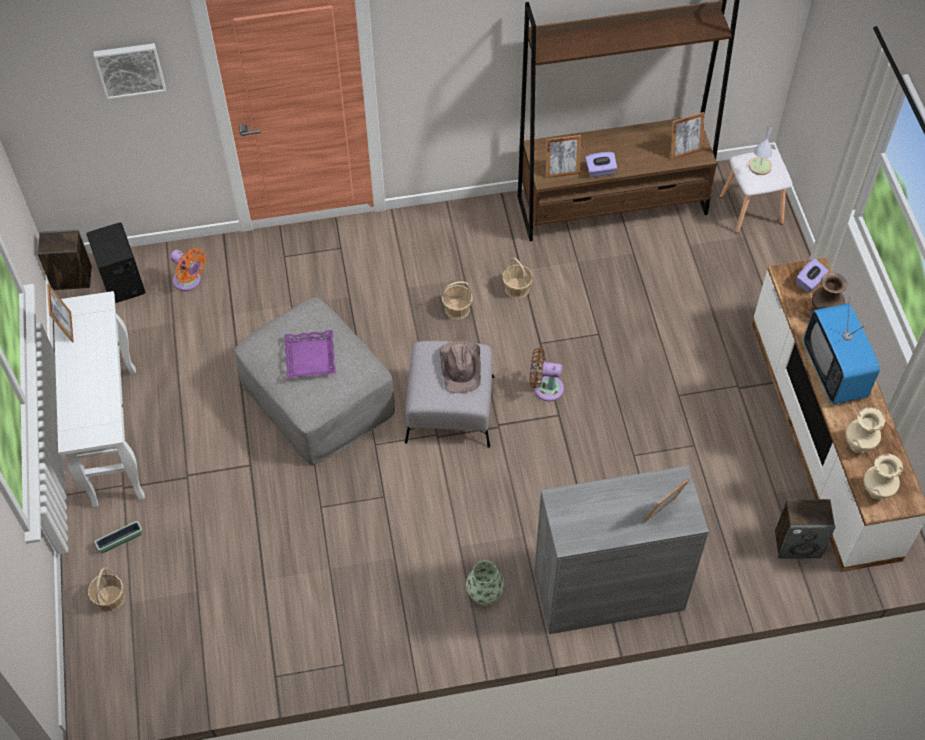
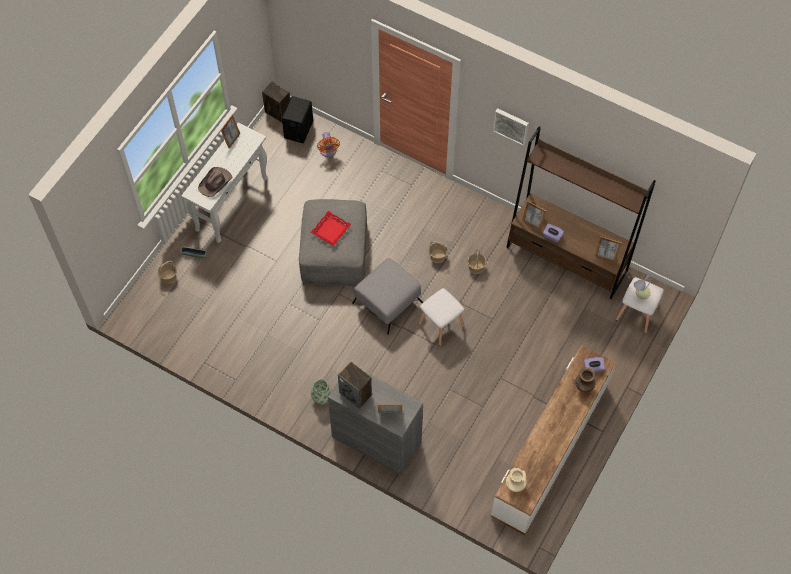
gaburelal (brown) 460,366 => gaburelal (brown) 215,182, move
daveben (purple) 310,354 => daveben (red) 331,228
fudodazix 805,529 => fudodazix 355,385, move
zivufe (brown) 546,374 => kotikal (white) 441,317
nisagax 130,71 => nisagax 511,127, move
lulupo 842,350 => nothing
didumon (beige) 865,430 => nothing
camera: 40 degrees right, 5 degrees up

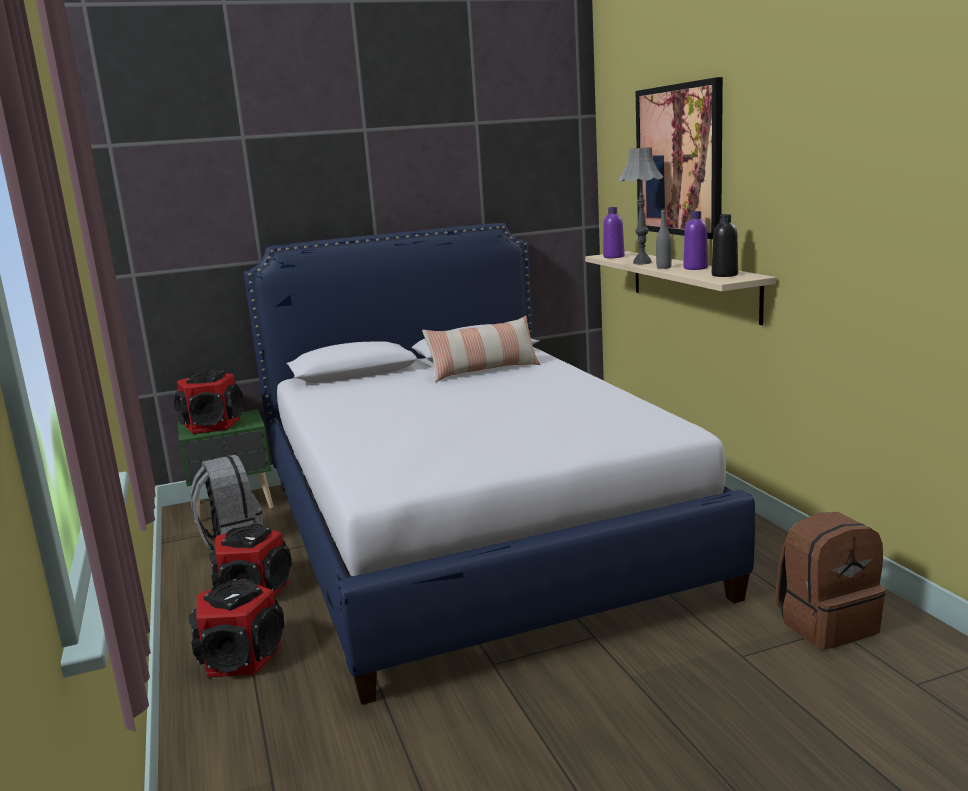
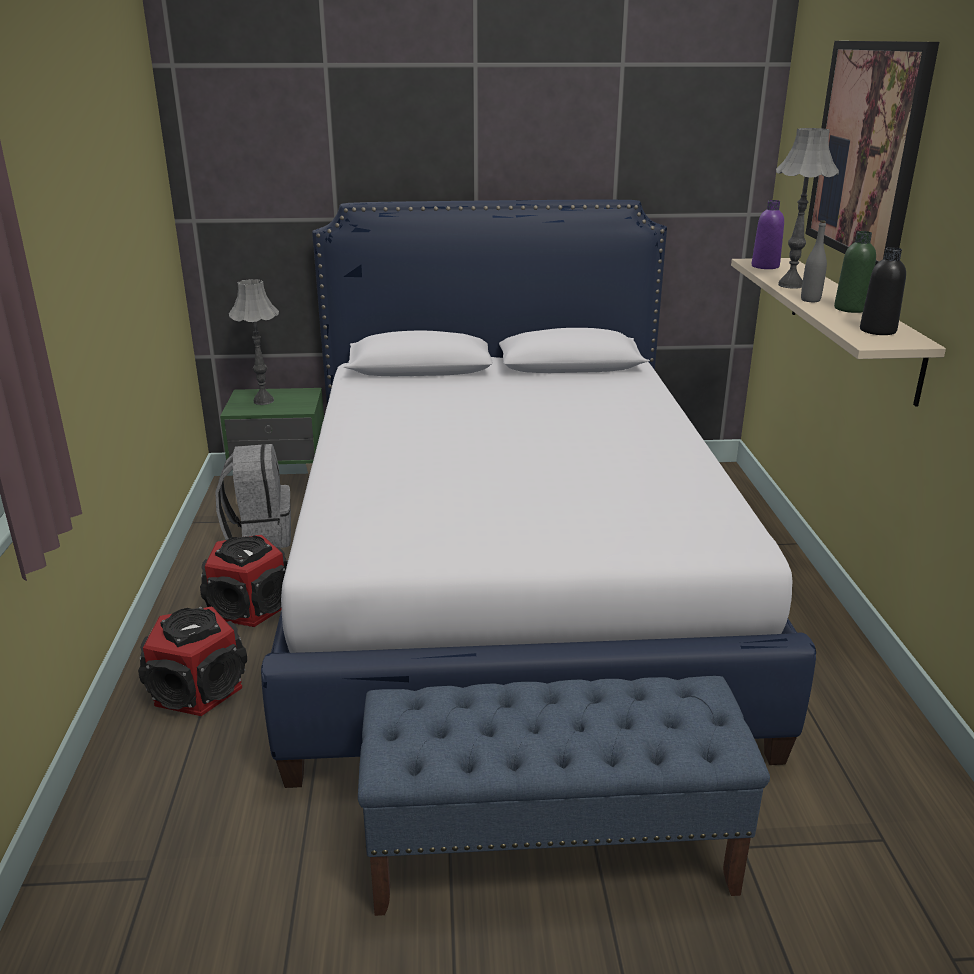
fudodazix 208,401 => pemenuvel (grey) 254,342
nothing => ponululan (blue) 564,796
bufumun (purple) 695,240 => bufumun (green) 855,272
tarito 481,349 => nothing
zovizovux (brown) 830,581 => nothing
camera: 15 degrees right, 10 degrees up

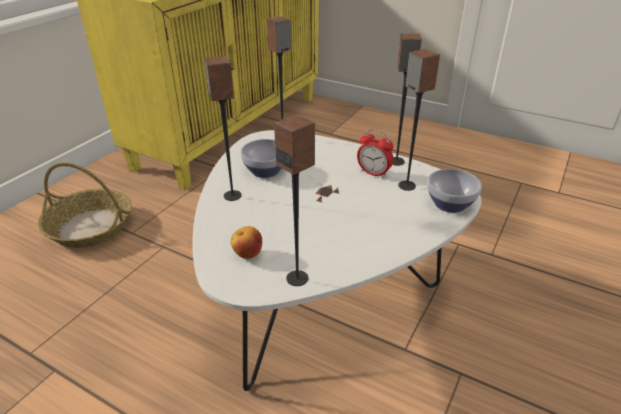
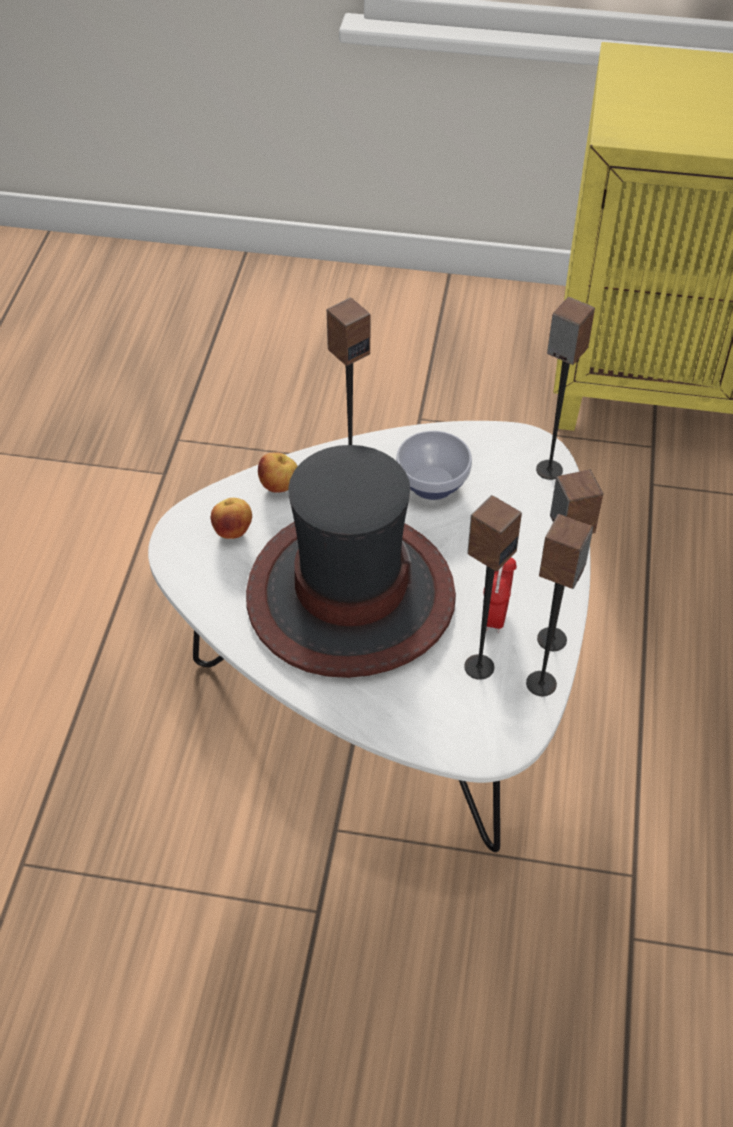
nothing => gaburelal 351,561
nothing => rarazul 278,473
fudodazix 294,200 => fudodazix 559,605, move
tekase 85,205 => nothing
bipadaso 454,191 => nothing
camera: 70 degrees right, 15 degrees up

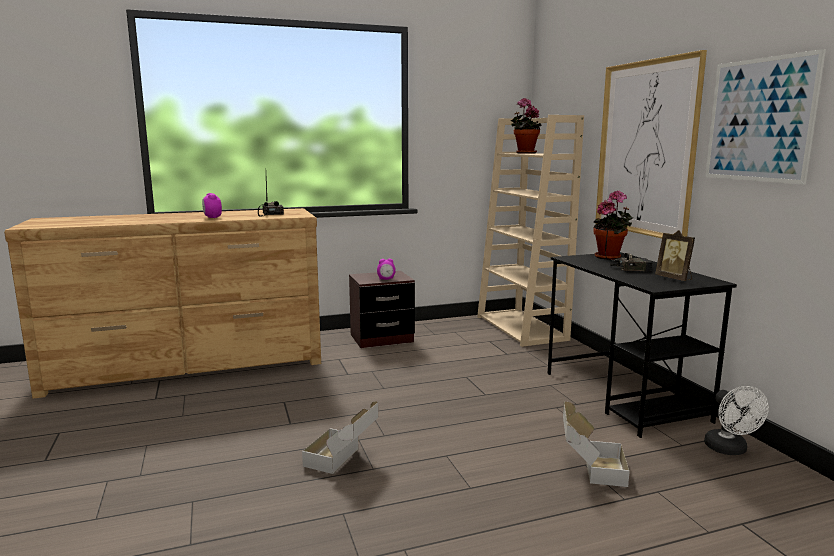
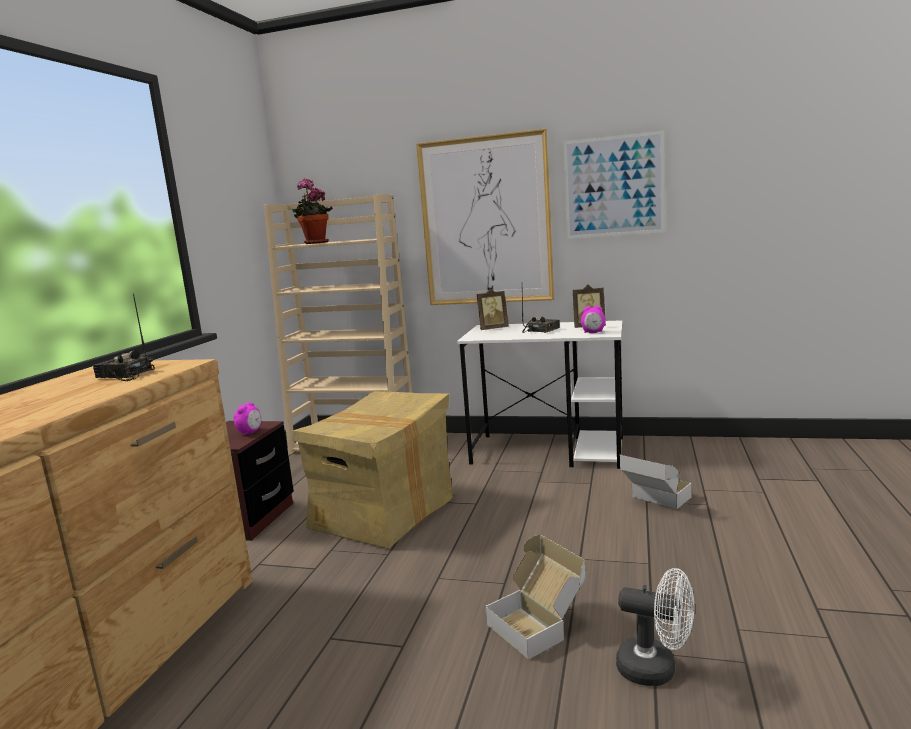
nothing => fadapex 373,470
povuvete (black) 642,345 => povuvete (white) 540,394
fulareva 613,225 => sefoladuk 493,309
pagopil 212,205 => pagopil 593,319, move
zivufe (white) 736,420 => zivufe (white) 655,627, move
camera: 55 degrees left, 0 degrees up

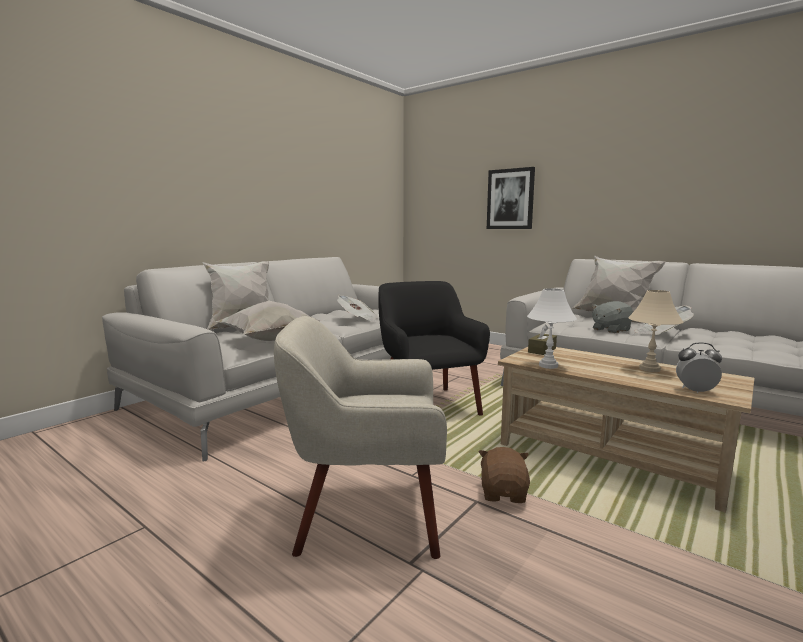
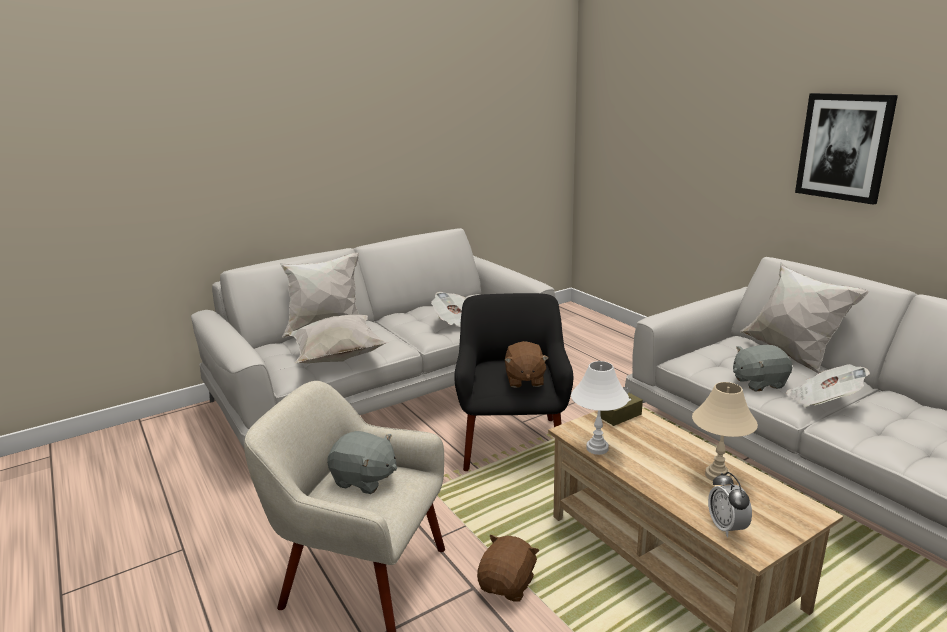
nothing => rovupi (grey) 362,462
nothing => rovupi (brown) 527,364
pagopil 699,367 => pagopil 730,504, 135 degrees counterclockwise
nisagax 511,198 => nisagax 846,149, move
camera: 20 degrees right, 10 degrees up

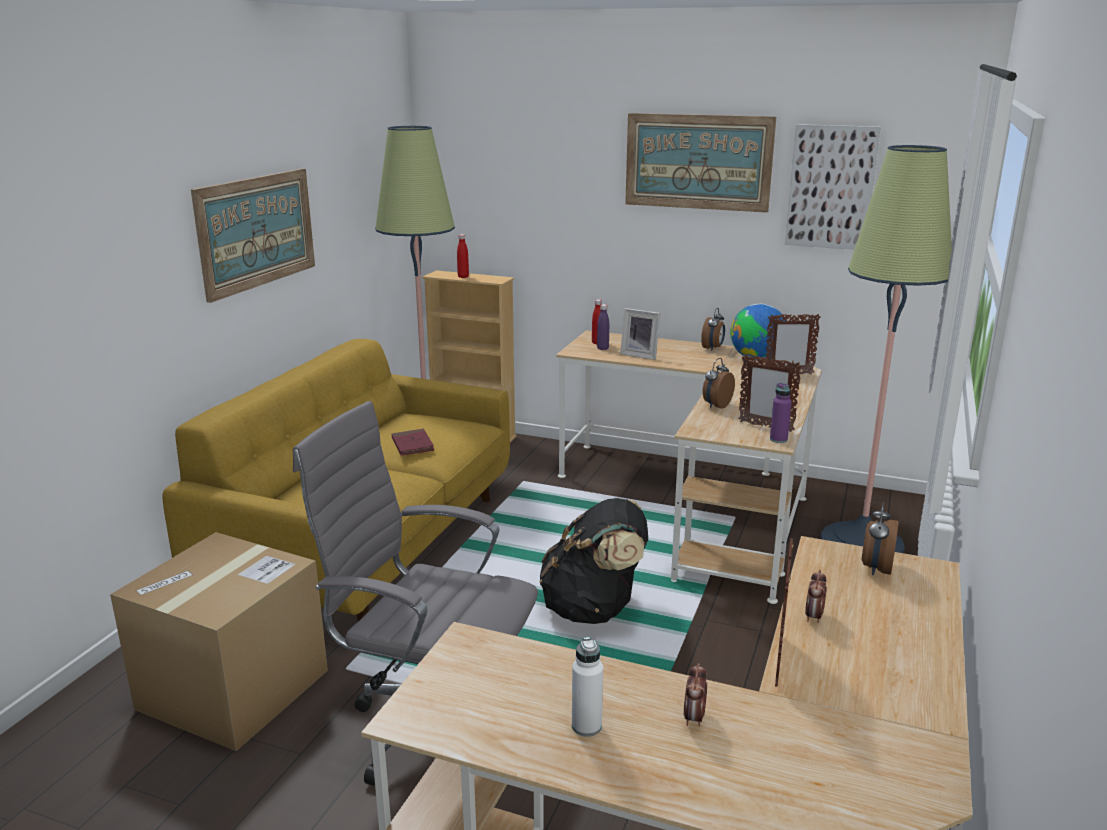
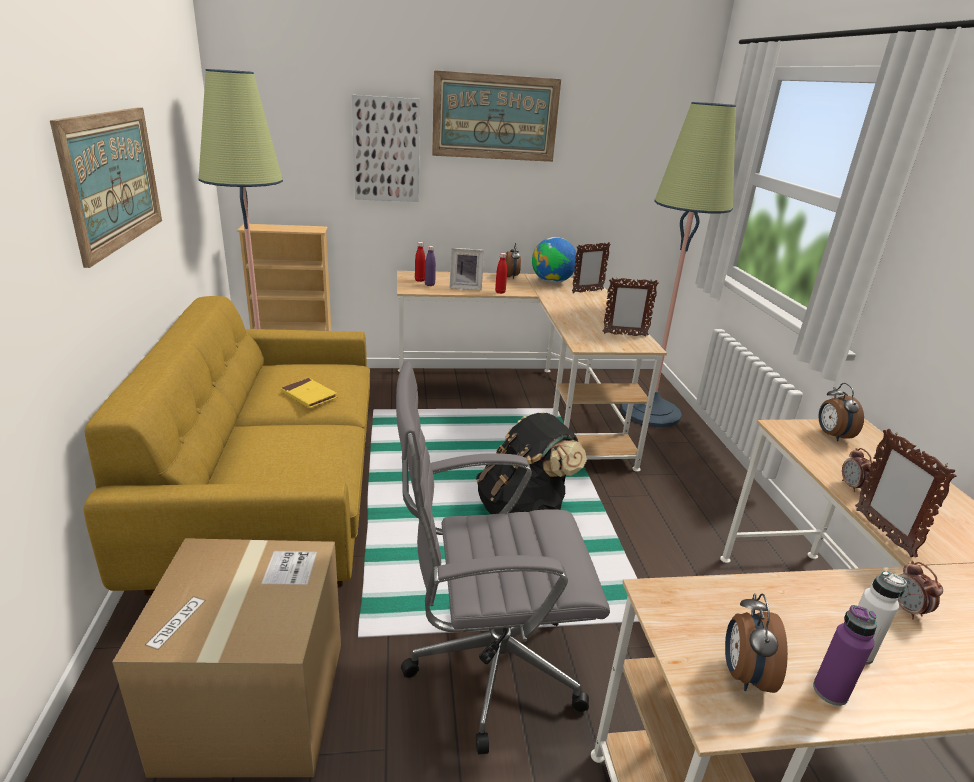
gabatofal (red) 413,442 => gabatofal (yellow) 309,393
nisagax 832,187 => nisagax 386,148, move
bufumun (red) 463,256 => bufumun (red) 501,273, move
pagopil 719,383 => pagopil 756,643, move
bufumun (purple) 781,413 => bufumun (purple) 845,655, move
camera: 30 degrees left, 5 degrees up

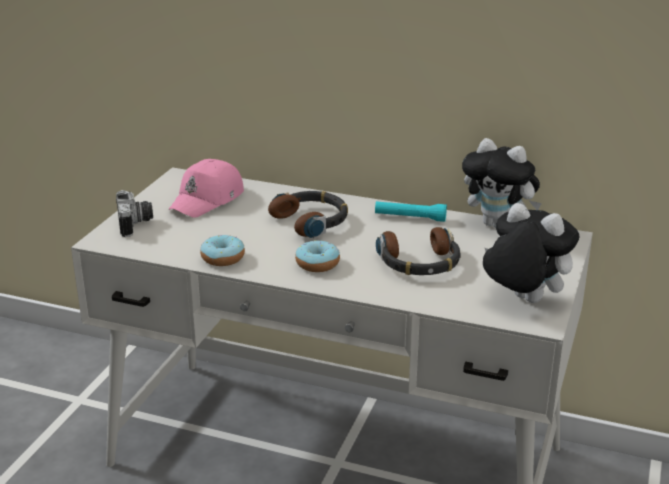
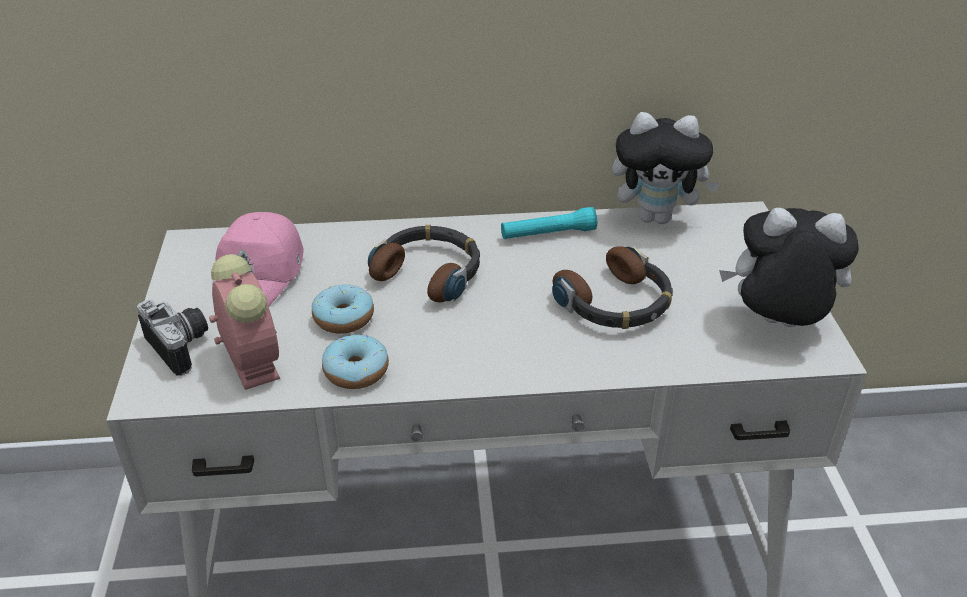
nothing => pagopil 244,322
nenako 317,256 => nenako 343,309, move
camera: 25 degrees left, 10 degrees up

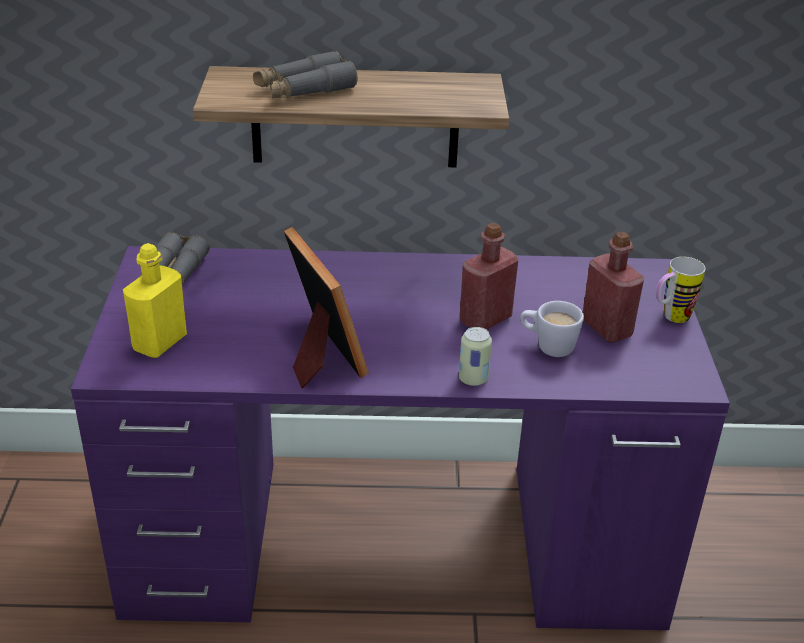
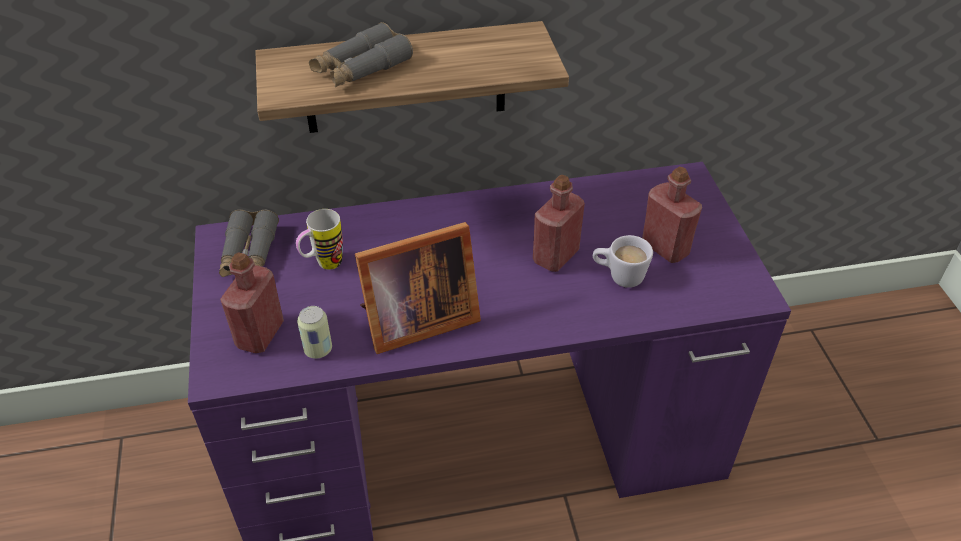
bufumun (yellow) 155,300 => bufumun (red) 252,302
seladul 680,290 => seladul 319,239, move
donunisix 475,356 => donunisix 314,332, move
sefoladuk 326,307 => sefoladuk 418,288, 105 degrees clockwise
camera: 10 degrees left, 10 degrees up

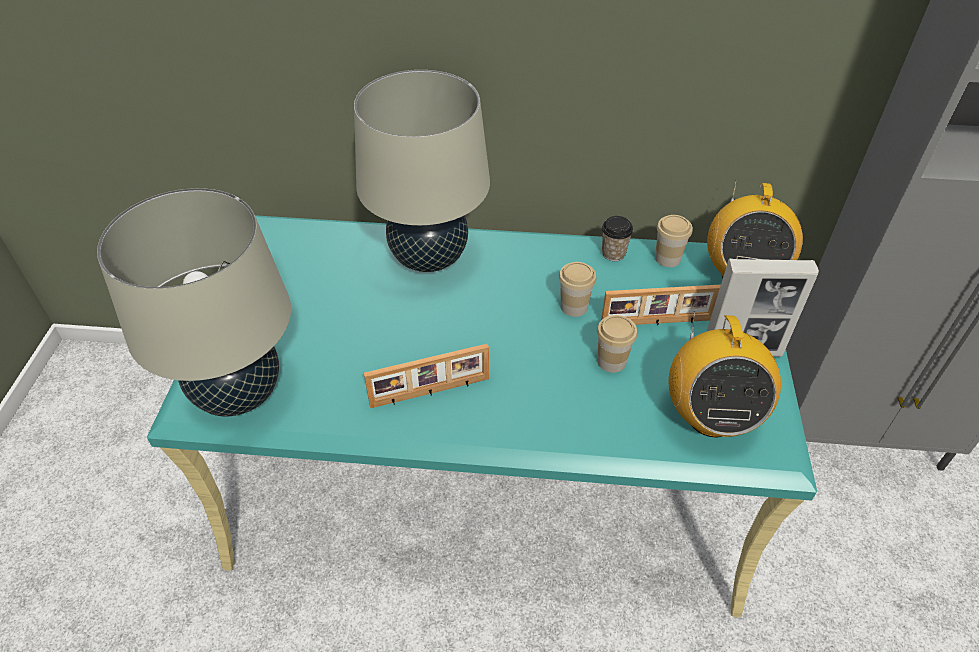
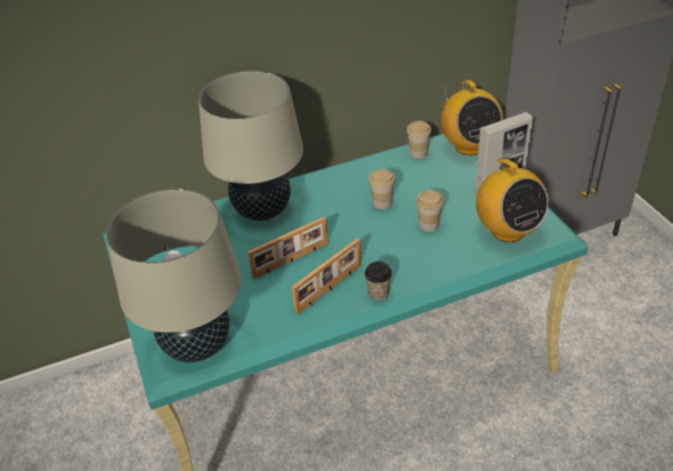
sefoladuk 661,305 => sefoladuk 287,248, move
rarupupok 617,238 => rarupupok 378,280, move
camera: 25 degrees left, 5 degrees down

